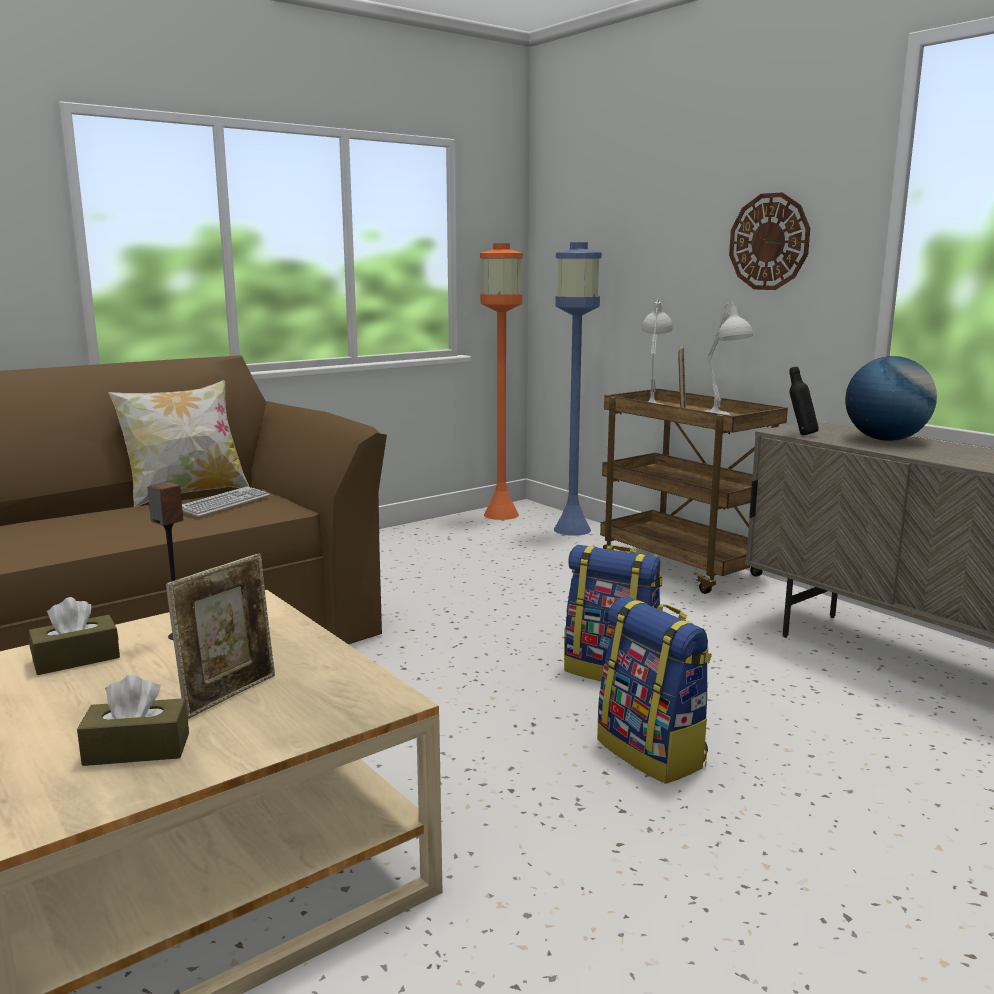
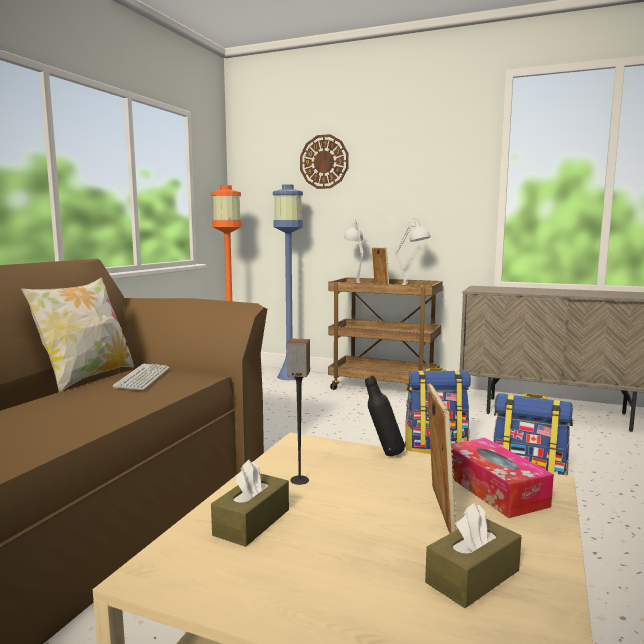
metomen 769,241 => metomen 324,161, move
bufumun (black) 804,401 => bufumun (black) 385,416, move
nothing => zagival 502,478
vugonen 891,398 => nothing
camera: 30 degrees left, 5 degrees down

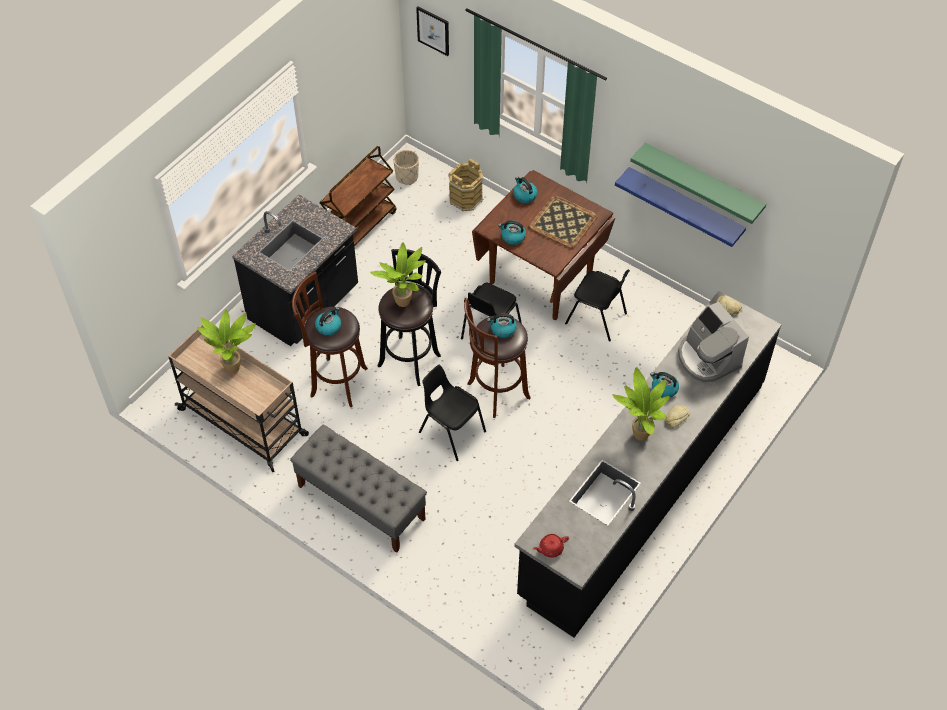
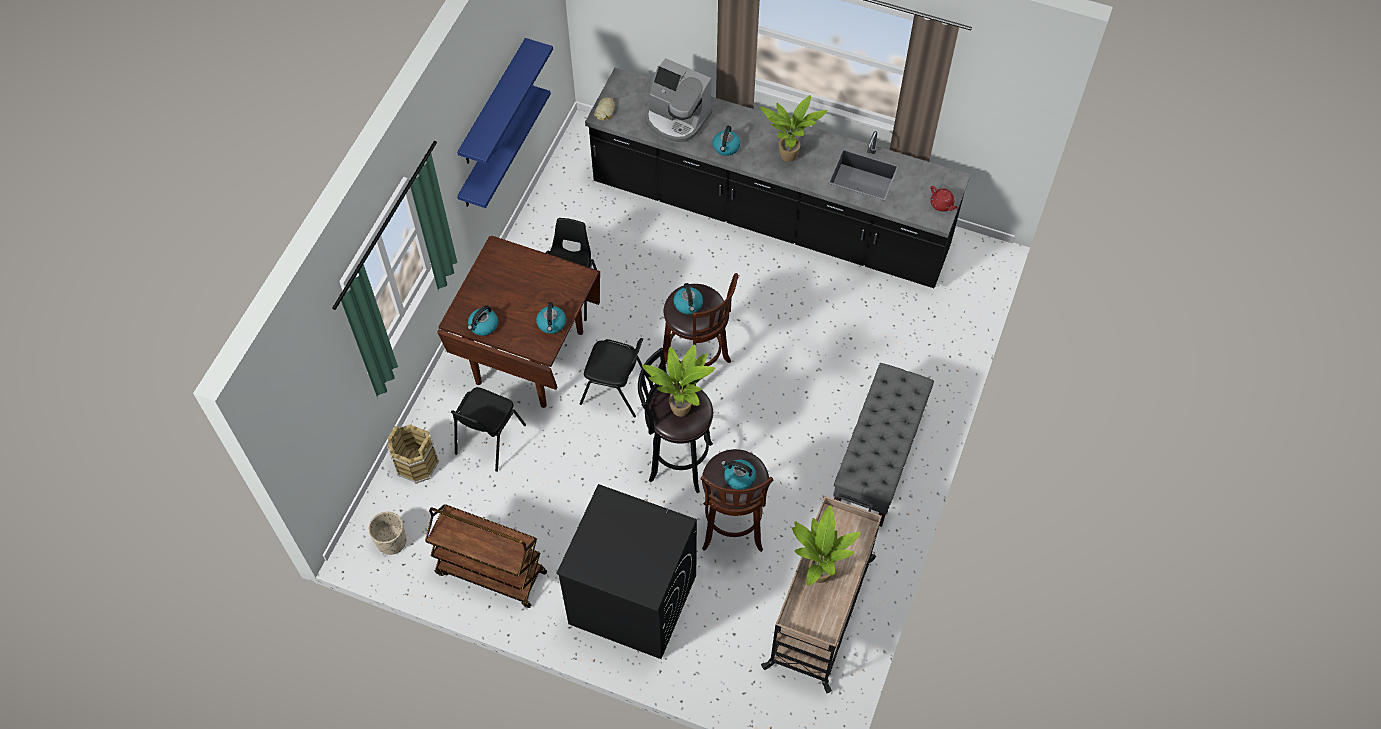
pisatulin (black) 452,413 => pisatulin (black) 488,429, move
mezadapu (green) 698,183 => mezadapu (blue) 505,101
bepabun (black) 295,270 => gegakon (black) 626,571
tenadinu 713,342 => tenadinu 678,100, 75 degrees clockwise
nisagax 432,31 => nothing
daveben 563,222 => nothing
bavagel 677,416 => nothing
camera: 105 degrees left, 5 degrees up

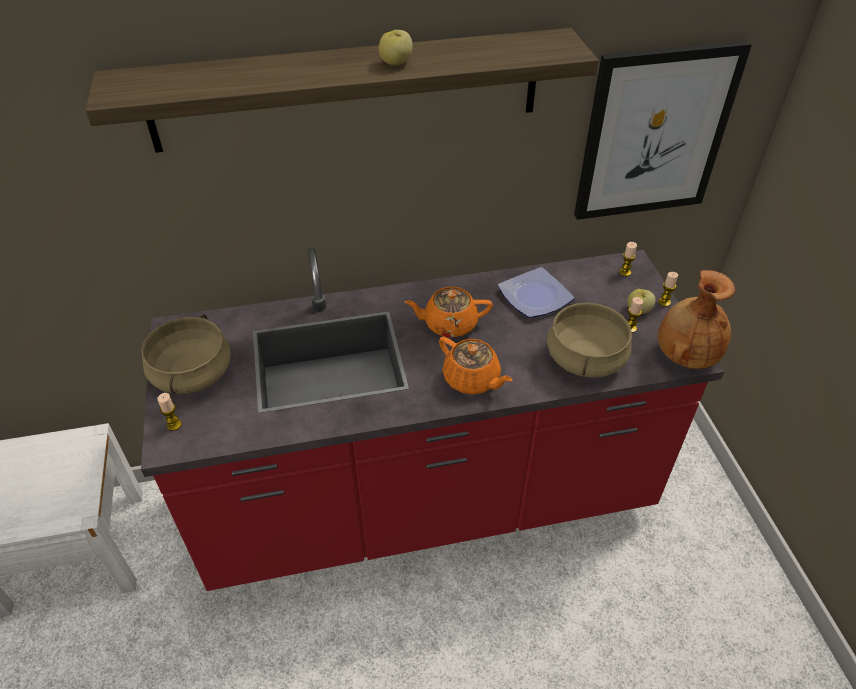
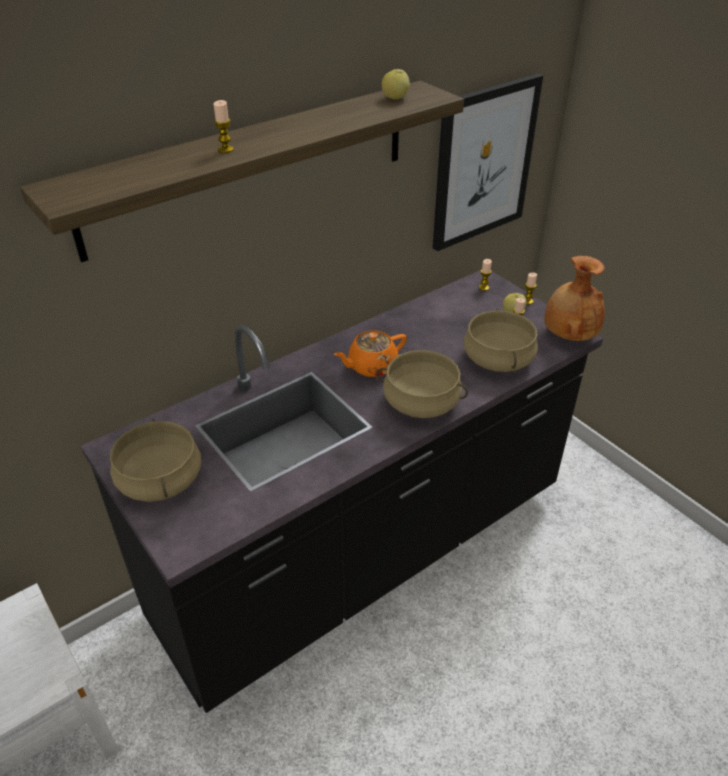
bepabun (red) 433,419 => bepabun (black) 342,491
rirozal 169,412 => rirozal 224,126, move
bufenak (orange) 475,365 => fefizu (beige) 422,384
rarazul 396,47 => rarazul 396,84, move
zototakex 536,292 => nothing
camera: 25 degrees left, 5 degrees down

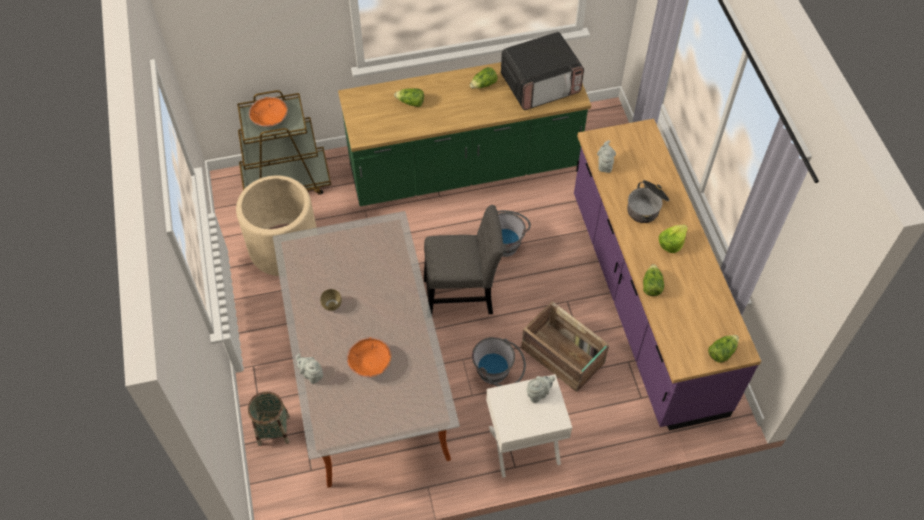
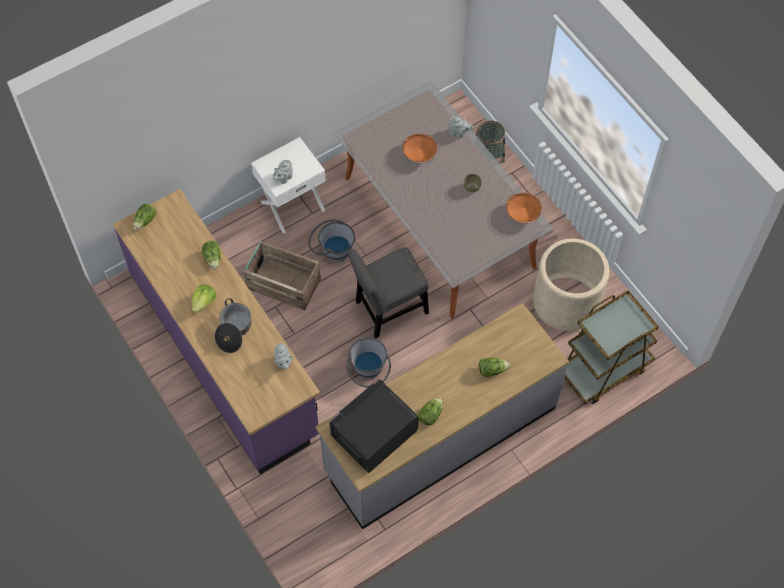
bepabun (green) 464,134 => bepabun (grey) 442,416
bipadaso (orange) 268,112 => bipadaso (orange) 524,208, move
camera: 160 degrees right, 5 degrees up

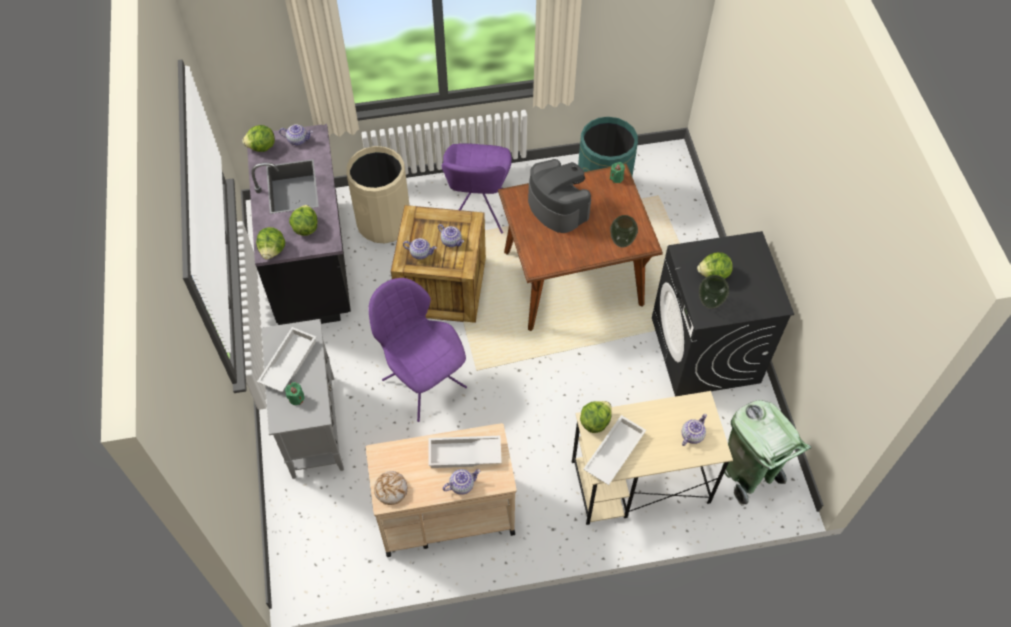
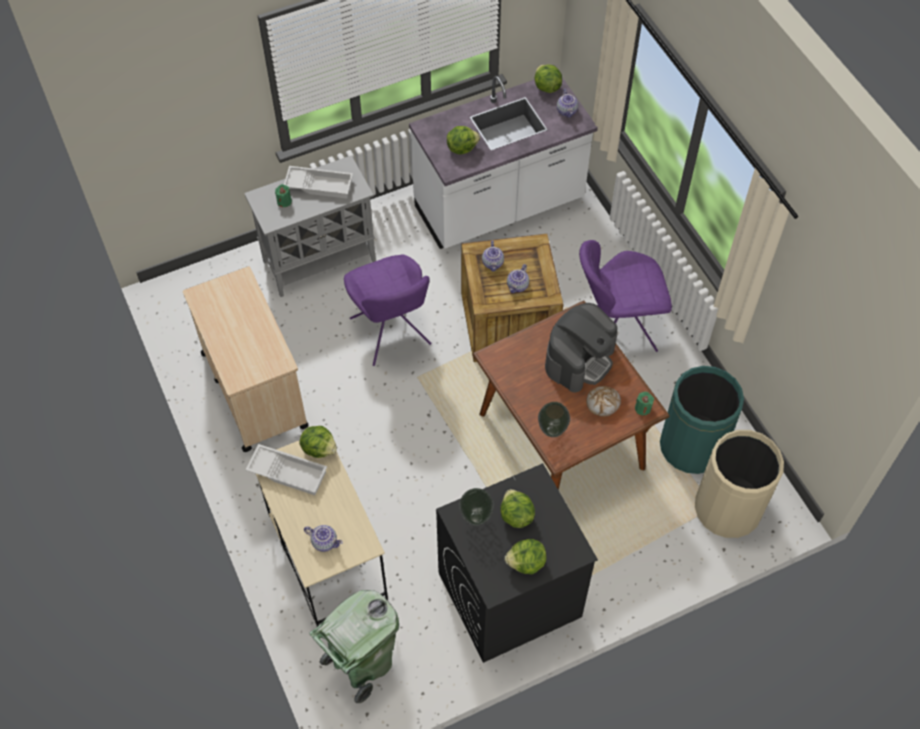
pisatulin (purple) 418,350 => pisatulin (purple) 388,310, 120 degrees clockwise
bepabun (black) 299,224 => bepabun (white) 503,162
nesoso 270,243 => nesoso 526,556, move
bavagel 391,488 => bavagel 603,401, move
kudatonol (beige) 378,195 => kudatonol (beige) 739,484, move
daveben (white) 465,452 => nothing
bufenak 462,482 => nothing
camera: 75 degrees right, 0 degrees up

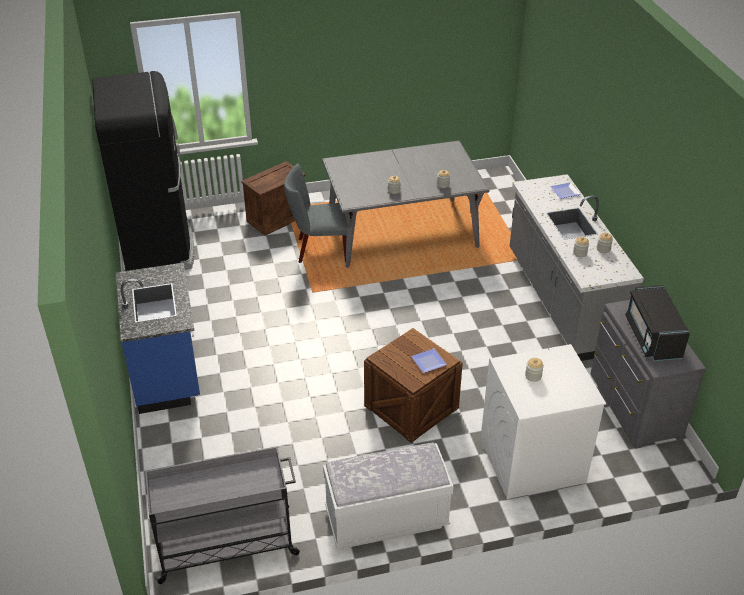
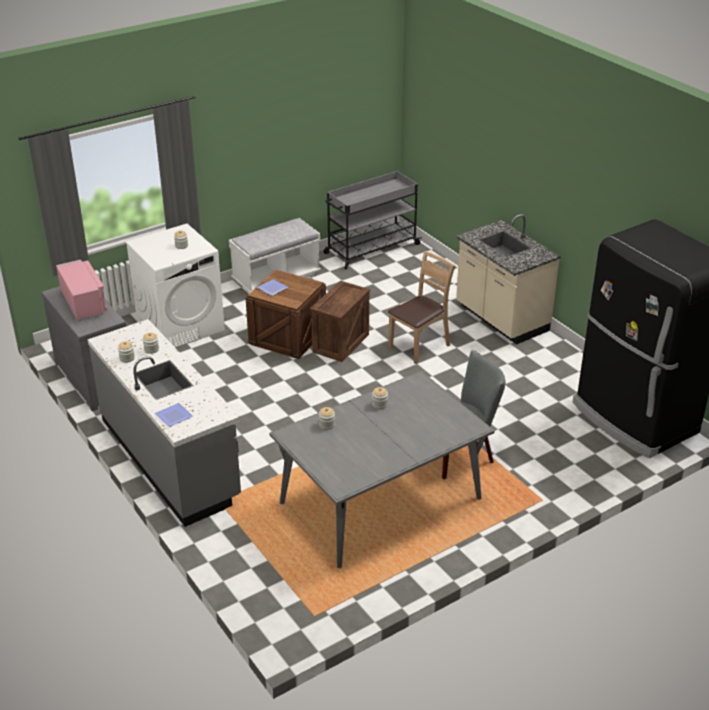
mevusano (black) 657,323 => mevusano (pink) 81,290
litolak 273,198 => litolak 340,321, move
nothing => pisatulin (brown) 421,307
bepabun (blue) 158,338 => bepabun (beige) 508,279
camera: 160 degrees right, 5 degrees down

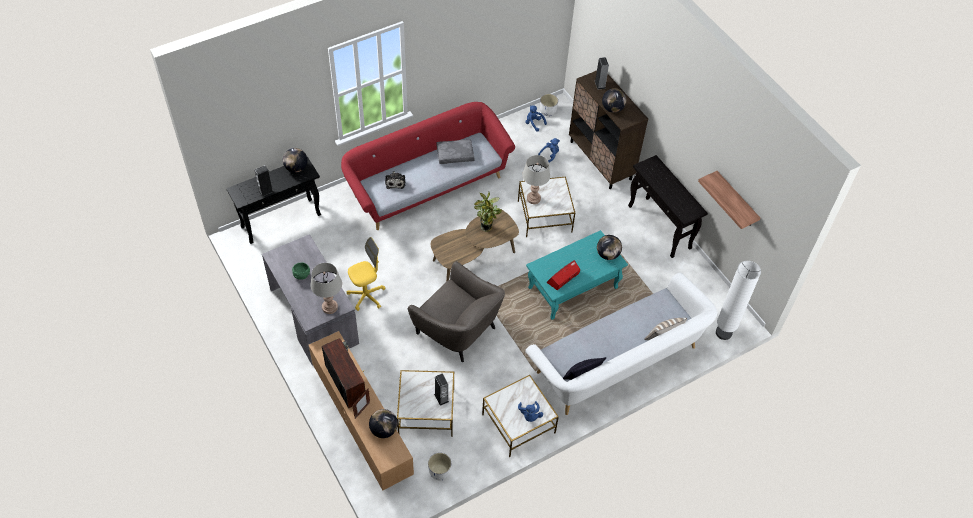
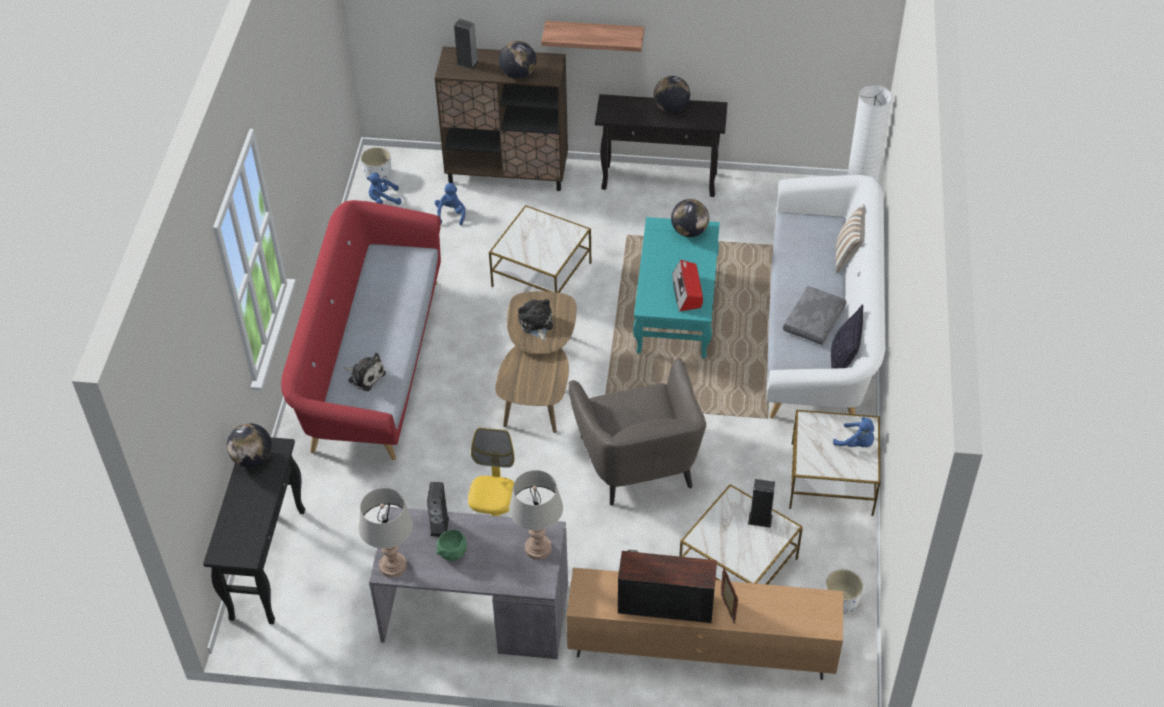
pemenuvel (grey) 536,179 => pemenuvel (grey) 386,533, move
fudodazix 264,181 => fudodazix 438,509, move
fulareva 488,212 => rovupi 535,320
mezadapu 729,200 => mezadapu 592,36, move
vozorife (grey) 456,311 => vozorife (grey) 637,432, 90 degrees clockwise
vugonen 383,423 => vugonen 672,94, move
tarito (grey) 455,151 => tarito (grey) 814,315, move
camera: 50 degrees left, 5 degrees down

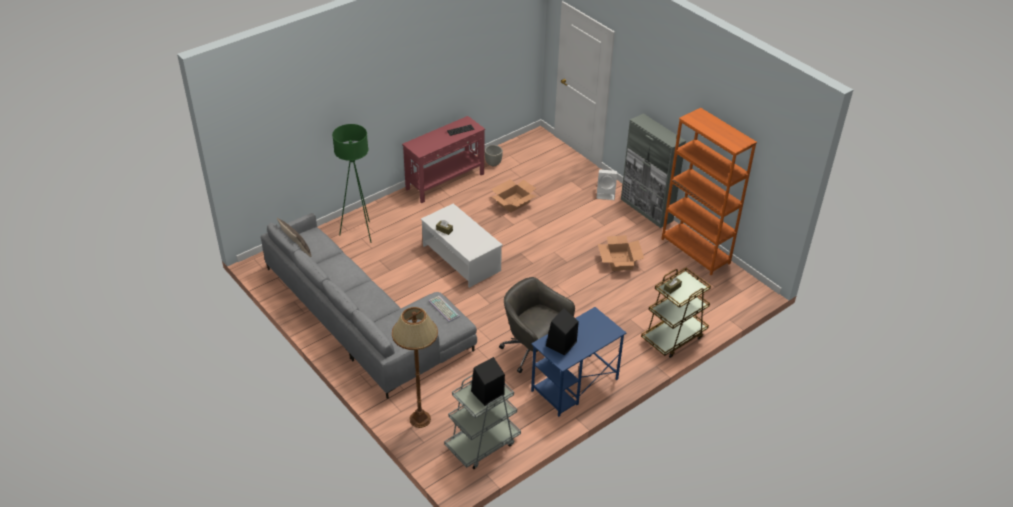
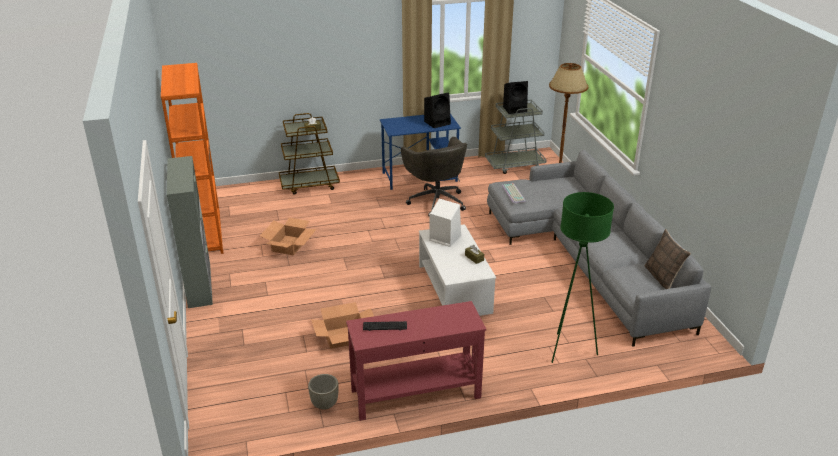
fudodazix (white) 606,185 => fudodazix (white) 445,223, move
camera: 155 degrees left, 10 degrees down

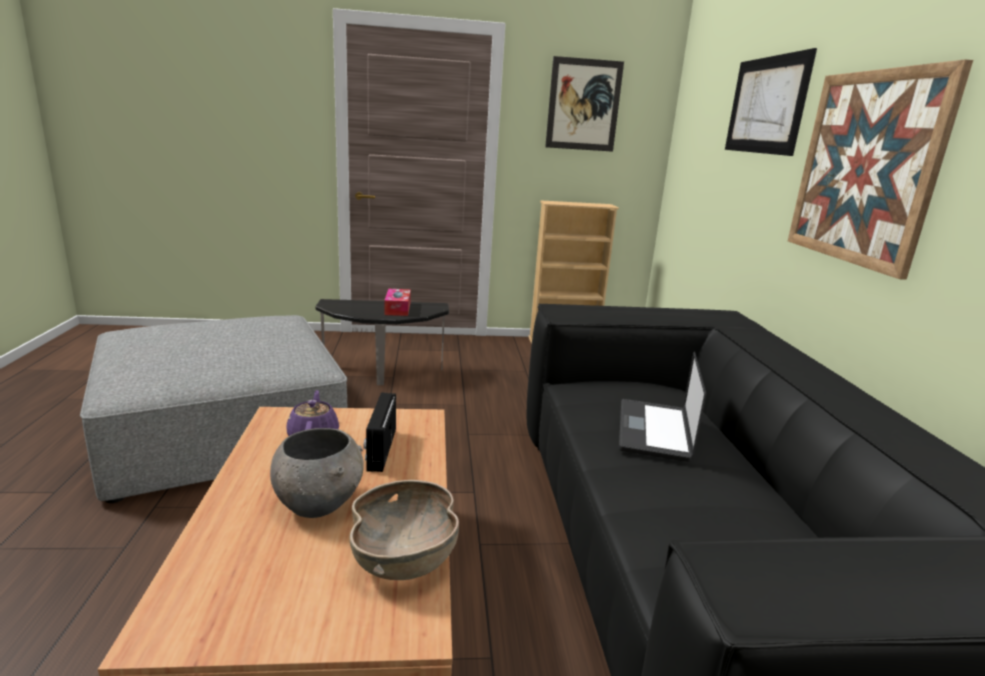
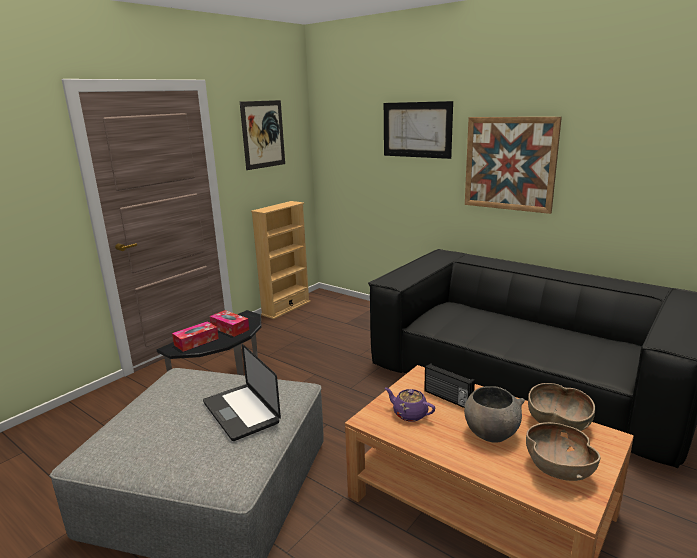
nothing => zagival 195,336
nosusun 662,407 => nosusun 242,392, move
nothing => bipadaso (brown) 563,451
camera: 45 degrees left, 0 degrees up

